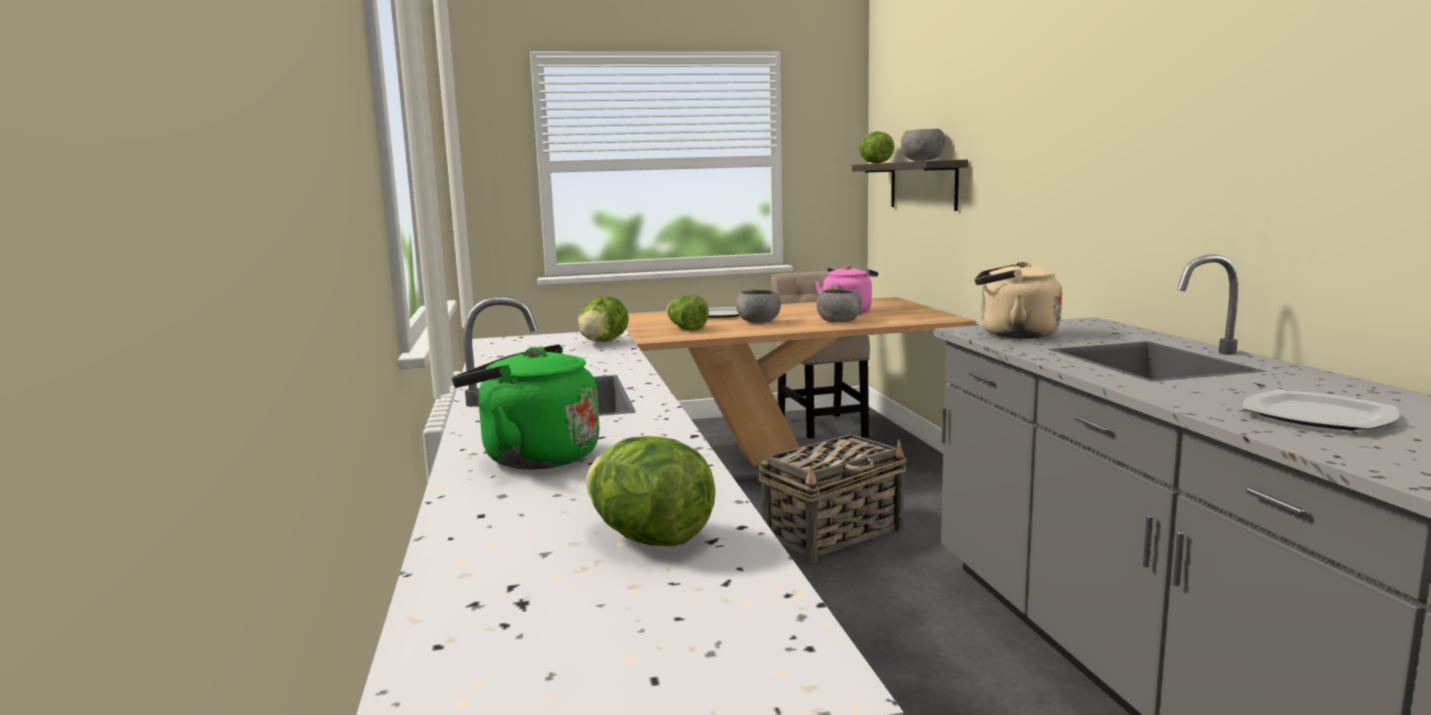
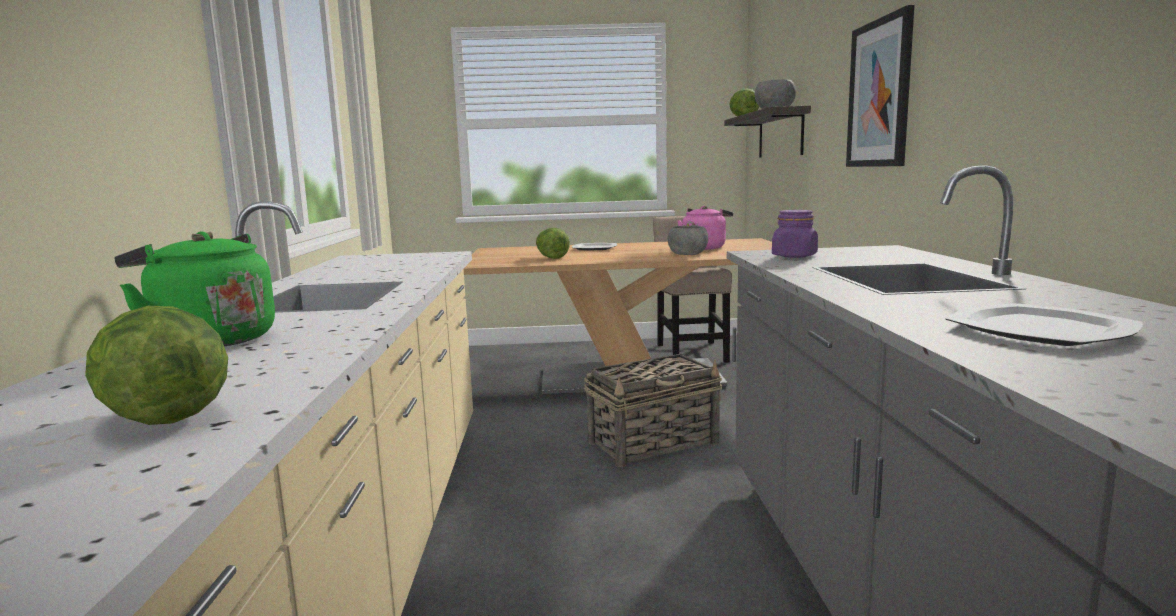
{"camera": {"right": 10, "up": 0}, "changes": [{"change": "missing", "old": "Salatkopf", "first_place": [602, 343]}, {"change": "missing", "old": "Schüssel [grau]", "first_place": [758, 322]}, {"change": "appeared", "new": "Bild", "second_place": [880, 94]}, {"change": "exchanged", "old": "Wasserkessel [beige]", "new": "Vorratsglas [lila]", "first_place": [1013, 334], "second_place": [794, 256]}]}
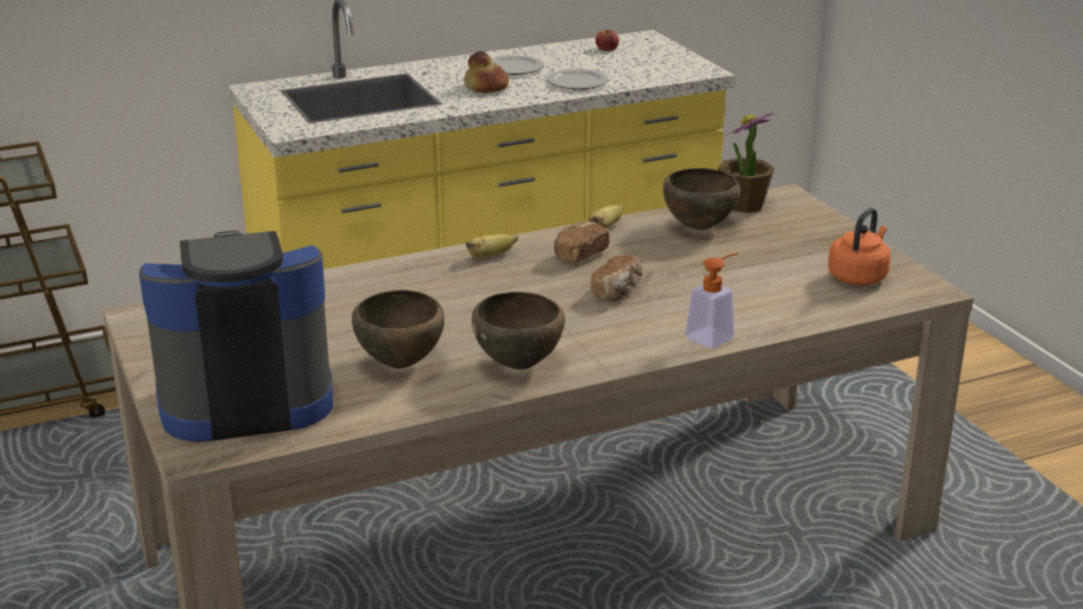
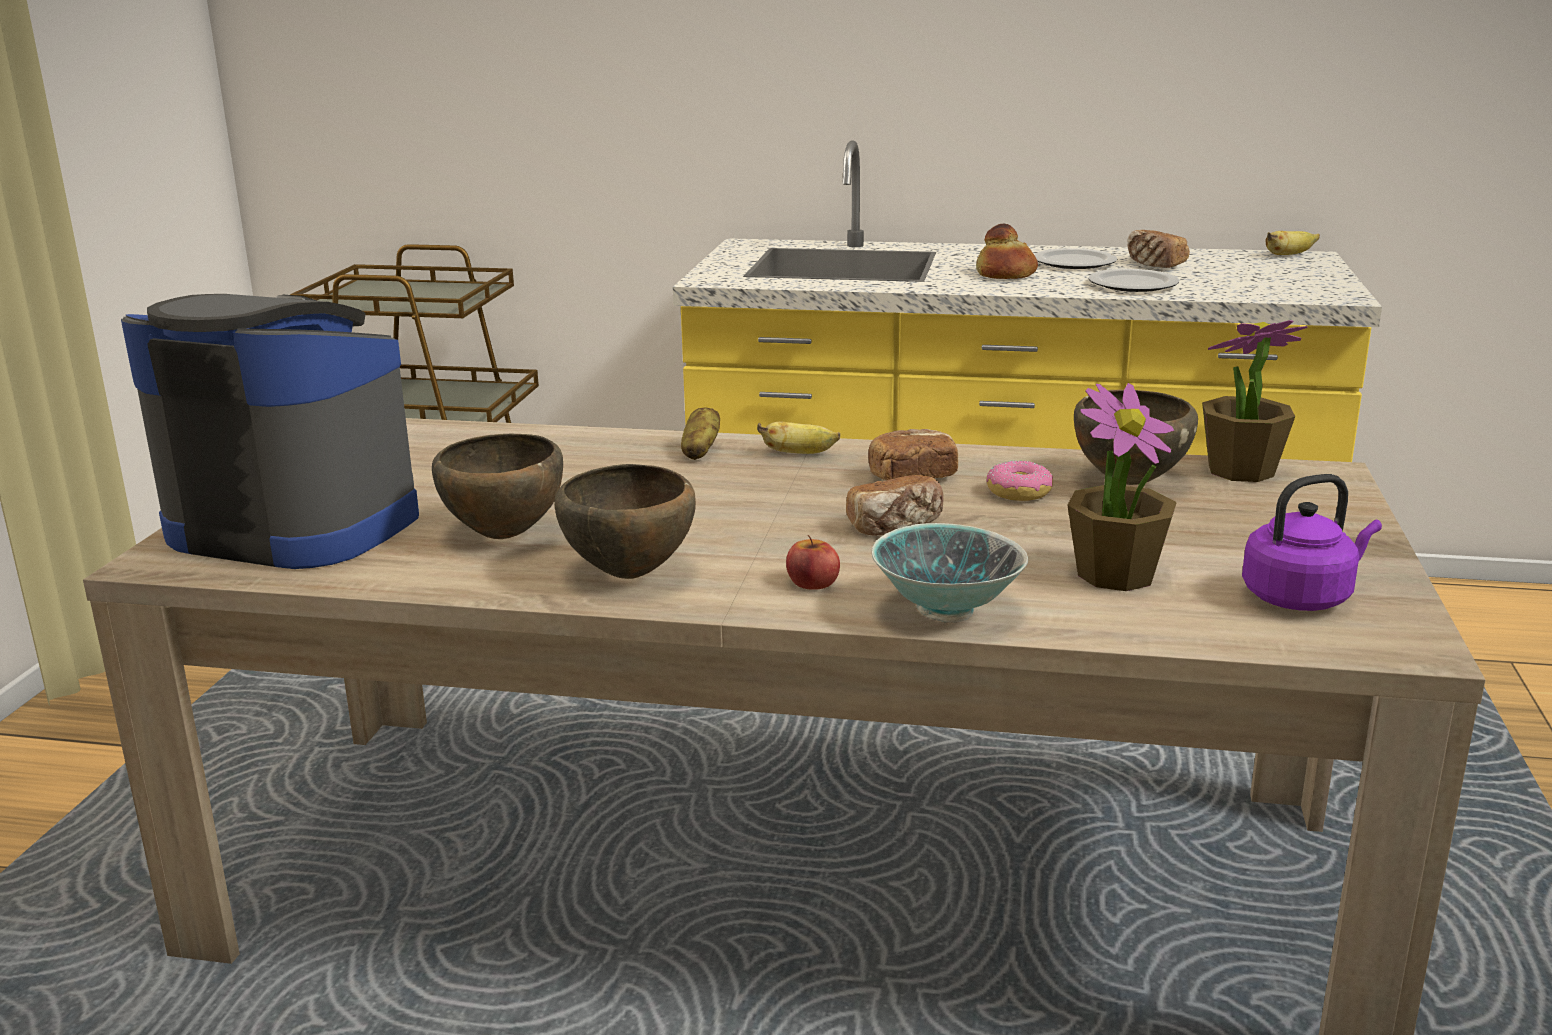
{"camera": {"right": 35, "up": -5}, "changes": [{"change": "appeared", "new": "Kartoffel", "second_place": [700, 452]}, {"change": "appeared", "new": "Donut", "second_place": [1019, 493]}, {"change": "appeared", "new": "Topfpflanze", "second_place": [1116, 574]}, {"change": "appeared", "new": "Brot", "second_place": [1154, 264]}, {"change": "relocated", "old": "Banane", "first_place": [605, 228], "second_place": [1288, 255]}, {"change": "relocated", "old": "Apfel", "first_place": [607, 48], "second_place": [813, 582]}, {"change": "exchanged", "old": "Seifenspender", "new": "Schüssel", "first_place": [714, 336], "second_place": [945, 612]}, {"change": "colour", "old": "Wasserkessel [orange]", "new": "Wasserkessel [lila]", "first_place": [859, 276], "second_place": [1301, 597]}]}
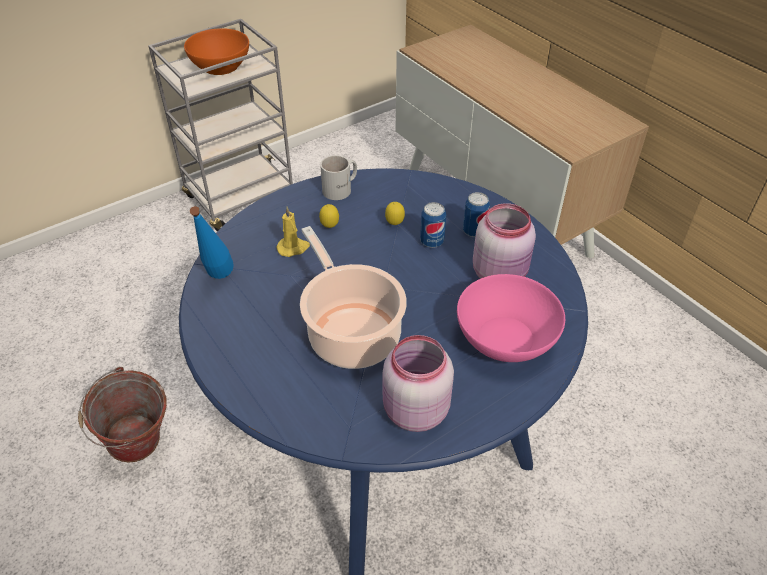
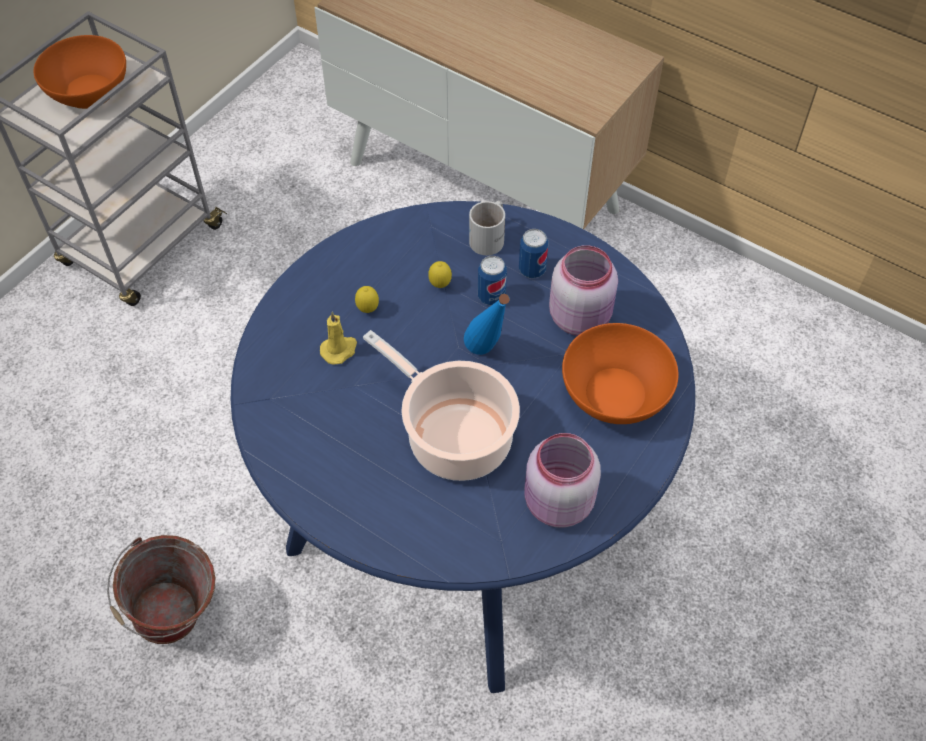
{"camera": {"right": -20, "up": 10}, "changes": [{"change": "relocated", "old": "Flasche [blau]", "first_place": [219, 281], "second_place": [487, 357]}, {"change": "relocated", "old": "Henkelbecher [weiß]", "first_place": [342, 189], "second_place": [491, 237]}, {"change": "colour", "old": "Schüssel [rosa]", "new": "Schüssel [orange]", "first_place": [505, 339], "second_place": [615, 394]}]}
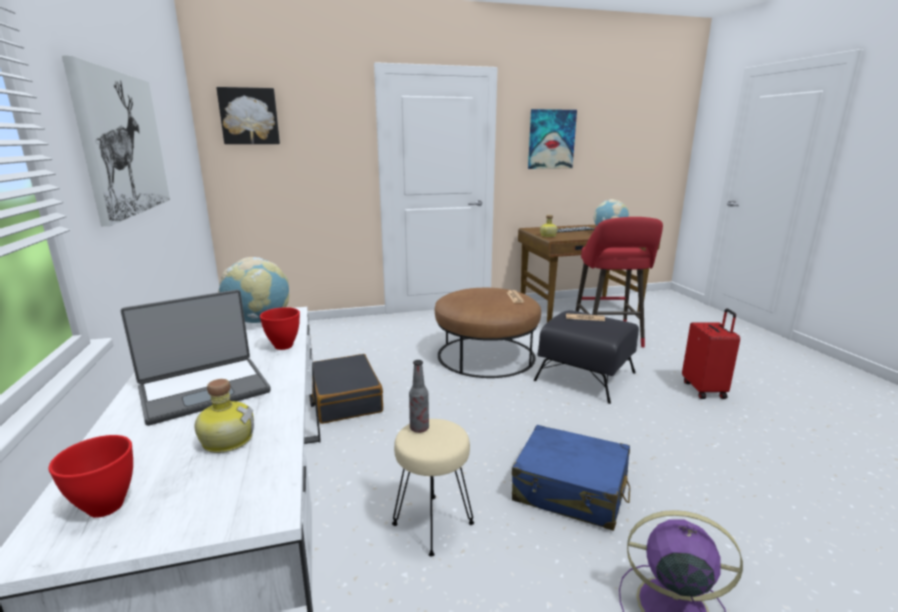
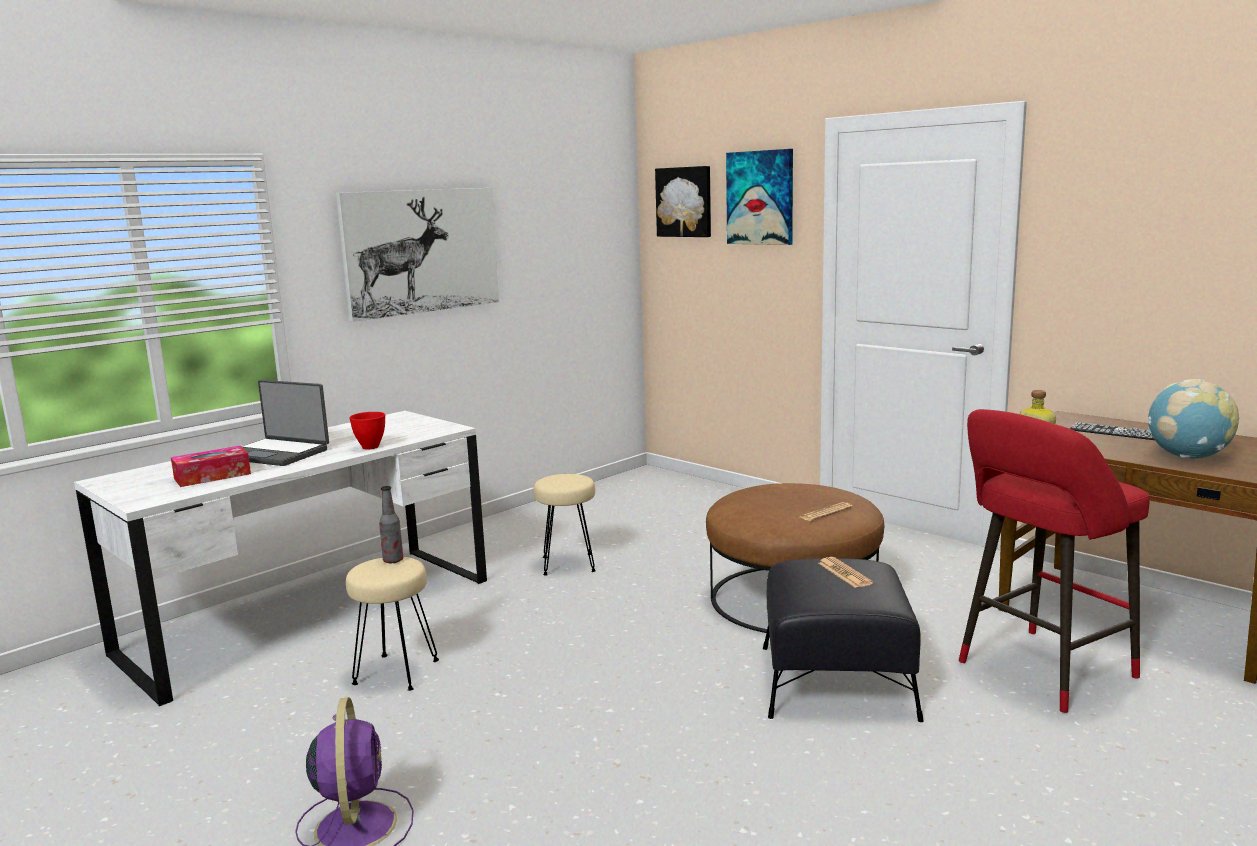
{"camera": {"right": 60, "up": -5}, "changes": [{"change": "missing", "old": "Schüssel [rot]", "first_place": [106, 508]}, {"change": "missing", "old": "Globus", "first_place": [259, 321]}, {"change": "missing", "old": "Koffer [blau]", "first_place": [570, 490]}, {"change": "missing", "old": "Koffer [rot]", "first_place": [704, 390]}, {"change": "relocated", "old": "Bild", "first_place": [551, 139], "second_place": [760, 197]}, {"change": "exchanged", "old": "Flasche", "new": "Taschentuchbox", "first_place": [227, 439], "second_place": [212, 476]}, {"change": "exchanged", "old": "Koffer [schwarz]", "new": "Hocker [beige]", "first_place": [344, 399], "second_place": [568, 565]}]}
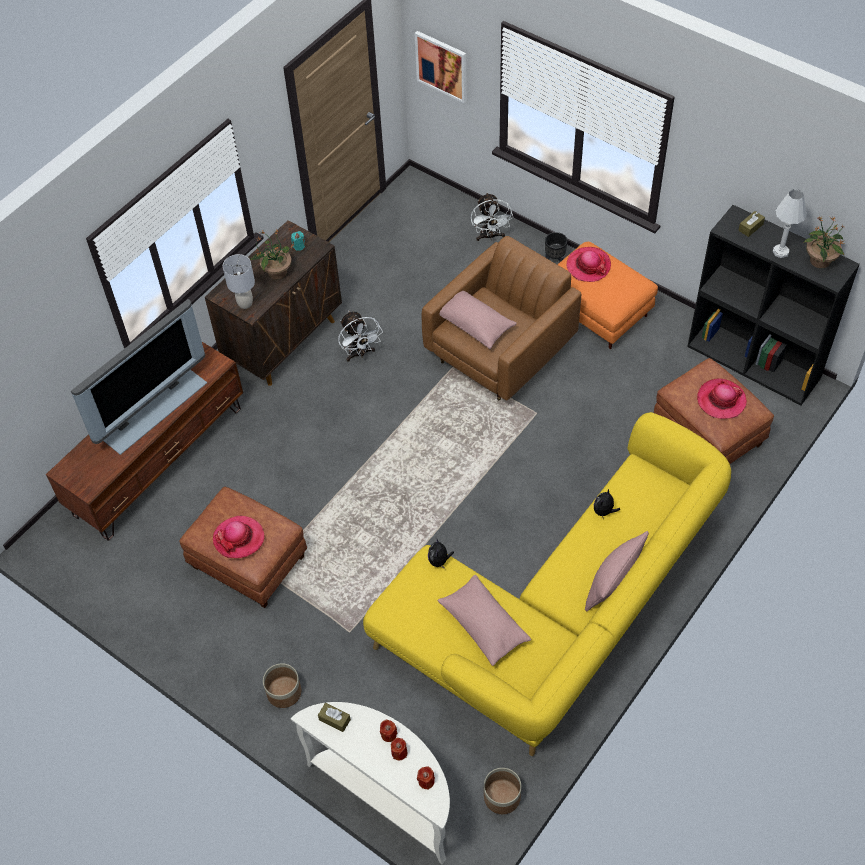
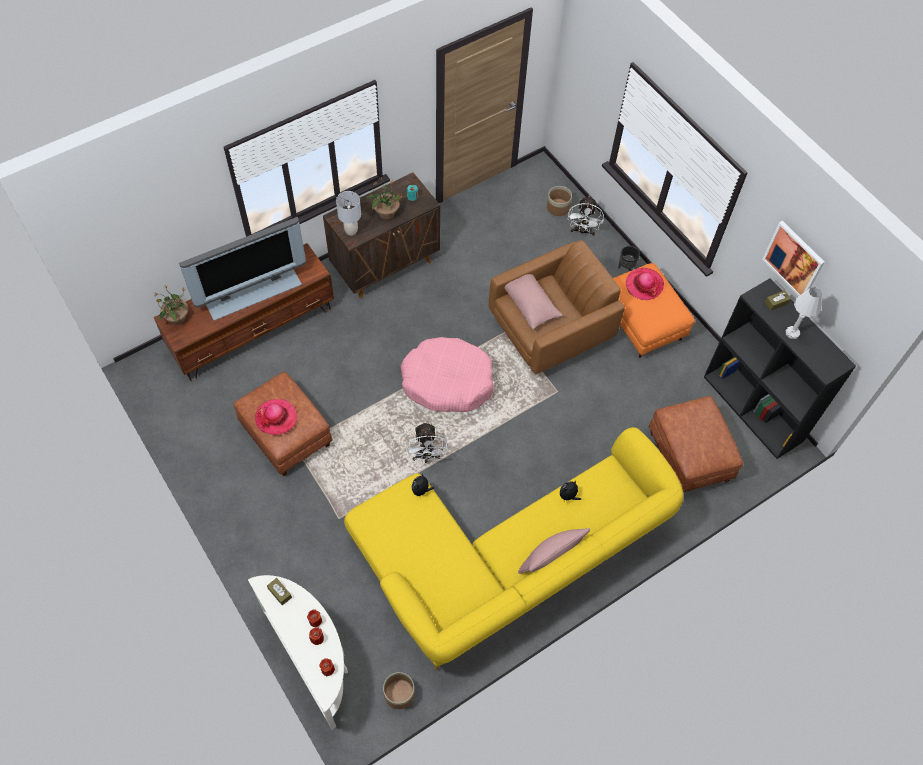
{"camera": {"right": 15, "up": 5}, "changes": [{"change": "missing", "old": "Kissen [rosa]", "first_place": [483, 625]}, {"change": "missing", "old": "Hut", "first_place": [721, 400]}, {"change": "appeared", "new": "Hundebett [rosa]", "second_place": [447, 381]}, {"change": "relocated", "old": "Pflanzkübel", "first_place": [284, 692], "second_place": [557, 208]}, {"change": "relocated", "old": "Ventilator [weiß]", "first_place": [360, 354], "second_place": [426, 457]}, {"change": "relocated", "old": "Bild", "first_place": [442, 66], "second_place": [794, 259]}, {"change": "relocated", "old": "Topfpflanze", "first_place": [820, 261], "second_place": [176, 318]}]}
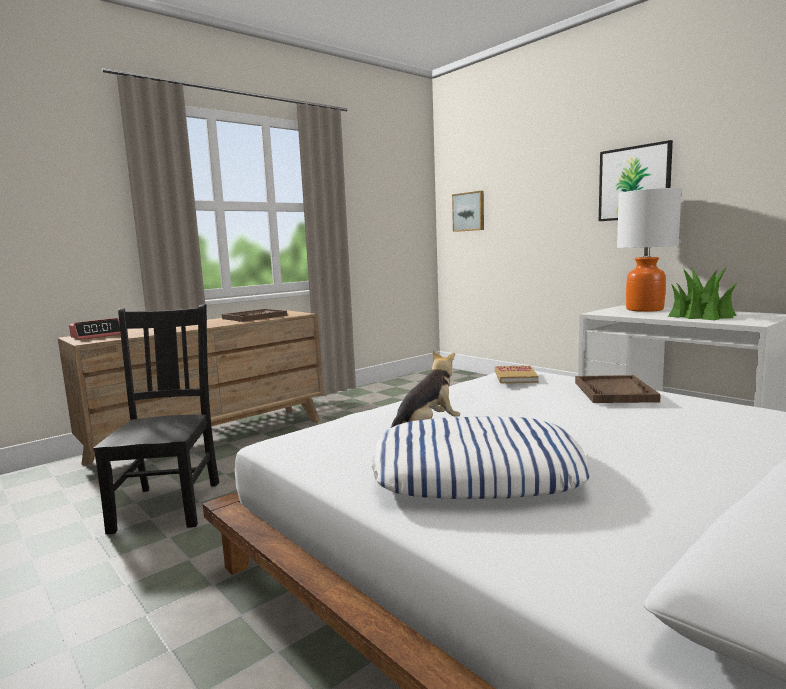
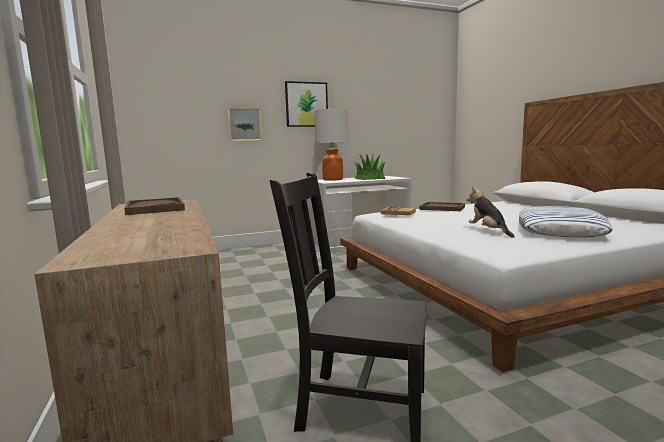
{"camera": {"right": -70, "up": 0}, "changes": [{"change": "missing", "old": "Wecker", "first_place": [97, 336]}, {"change": "relocated", "old": "Bild", "first_place": [469, 211], "second_place": [244, 124]}]}
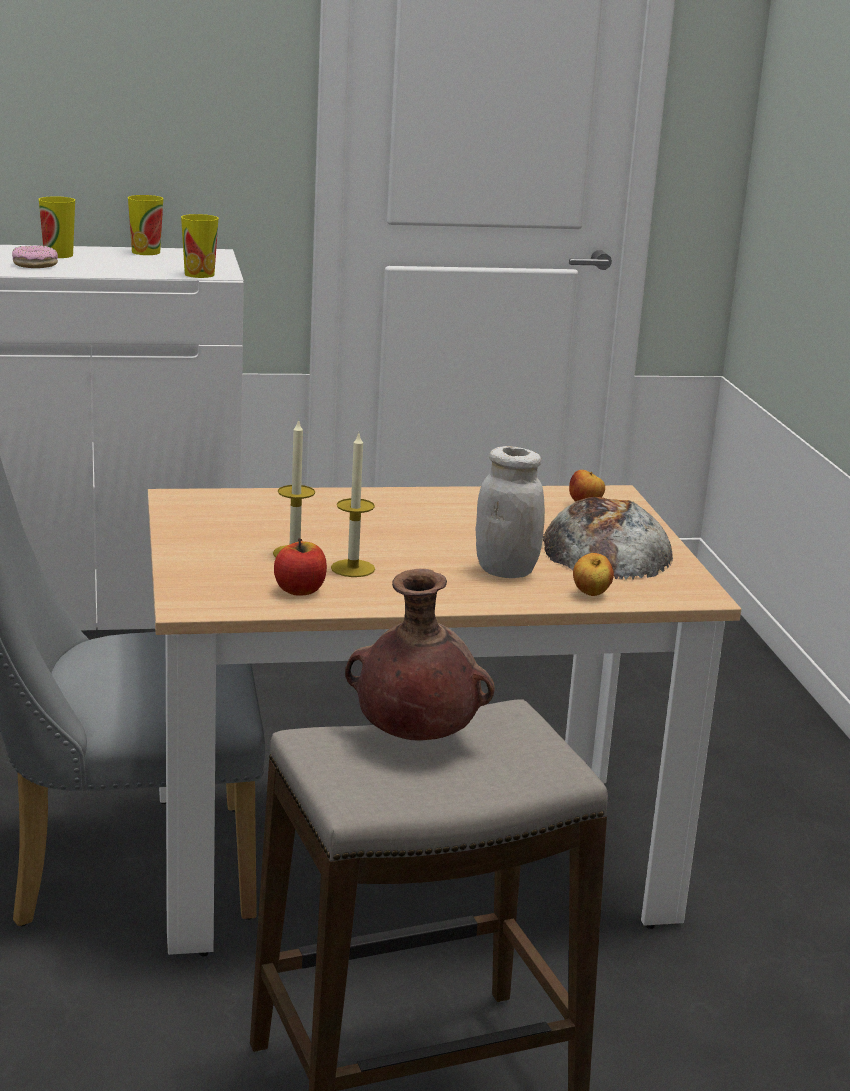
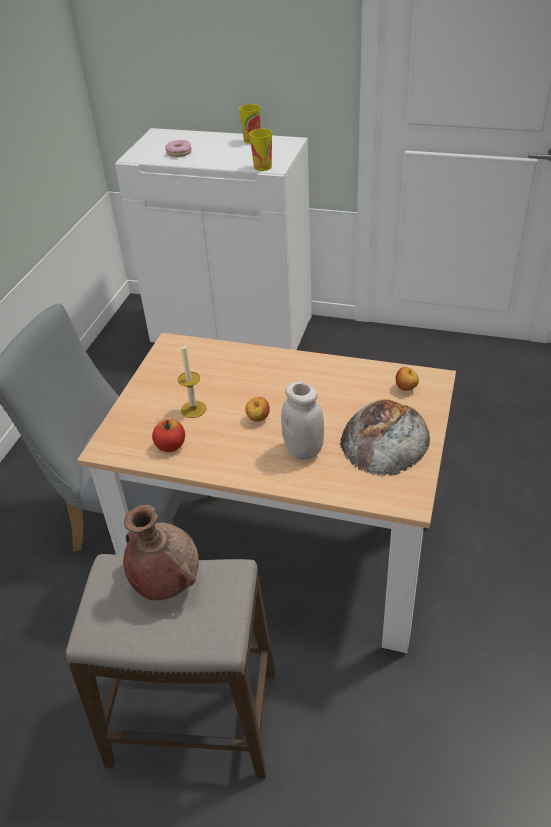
{"camera": {"right": 30, "up": 20}, "changes": [{"change": "missing", "old": "Tasse", "first_place": [58, 255]}, {"change": "missing", "old": "Kerze", "first_place": [353, 568]}, {"change": "relocated", "old": "Apfel", "first_place": [591, 594], "second_place": [258, 419]}]}
